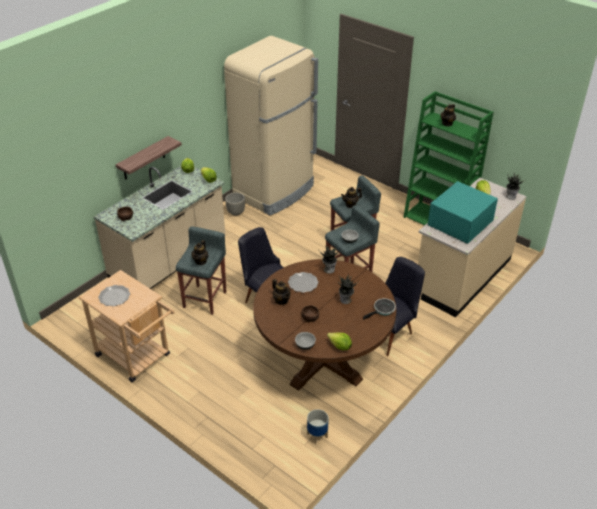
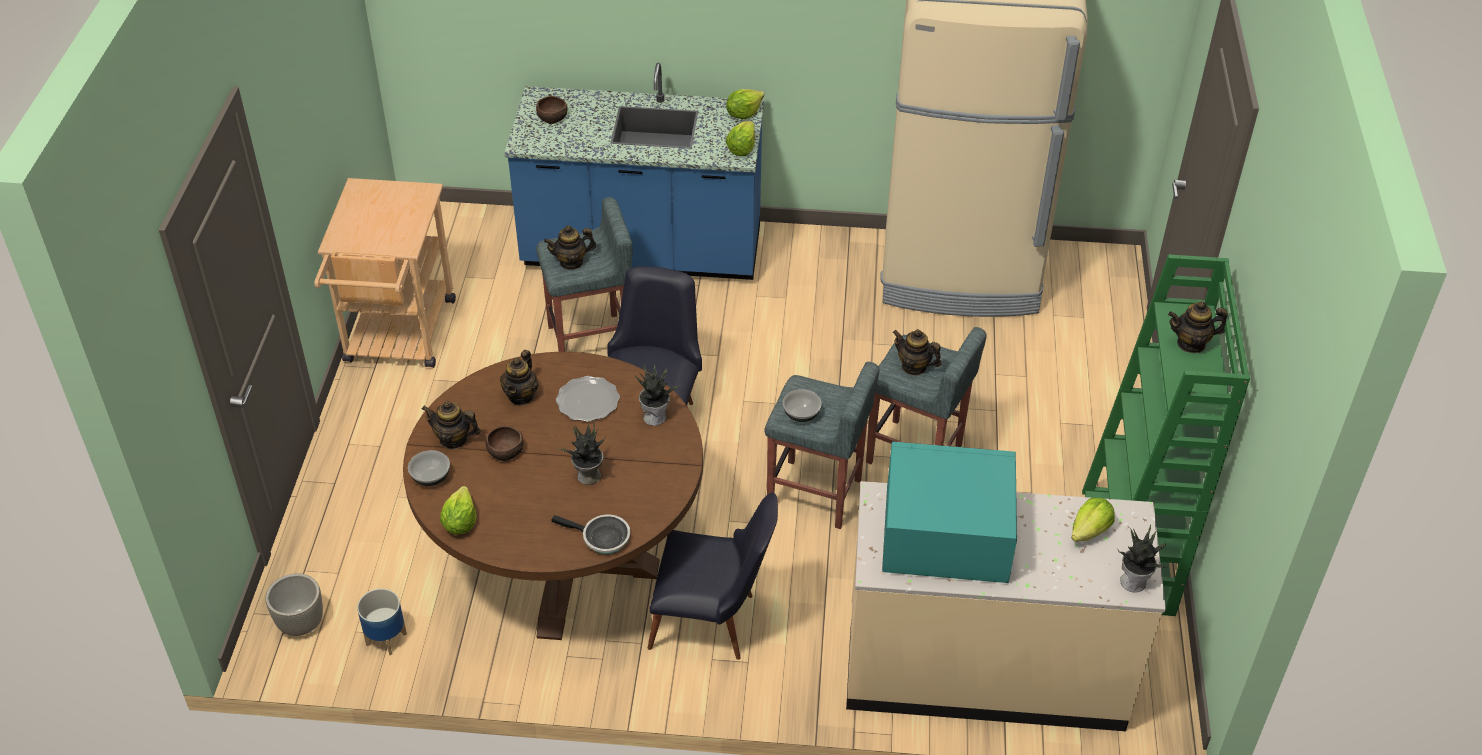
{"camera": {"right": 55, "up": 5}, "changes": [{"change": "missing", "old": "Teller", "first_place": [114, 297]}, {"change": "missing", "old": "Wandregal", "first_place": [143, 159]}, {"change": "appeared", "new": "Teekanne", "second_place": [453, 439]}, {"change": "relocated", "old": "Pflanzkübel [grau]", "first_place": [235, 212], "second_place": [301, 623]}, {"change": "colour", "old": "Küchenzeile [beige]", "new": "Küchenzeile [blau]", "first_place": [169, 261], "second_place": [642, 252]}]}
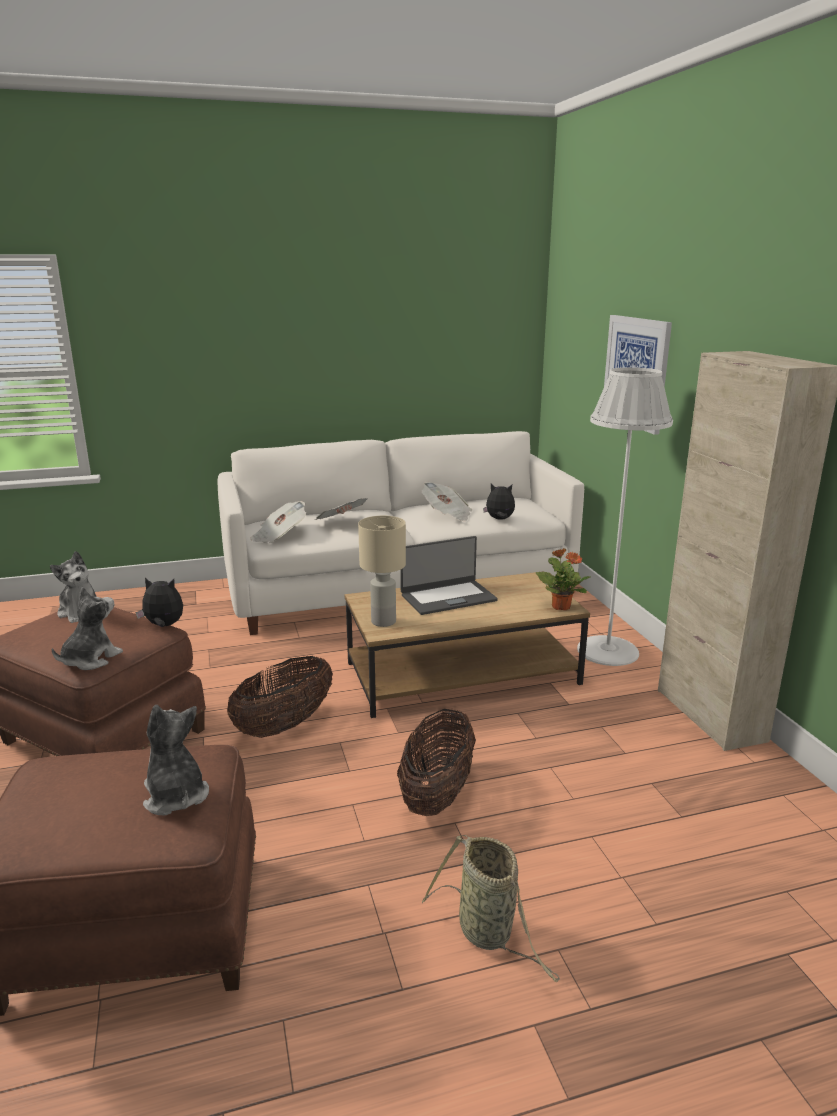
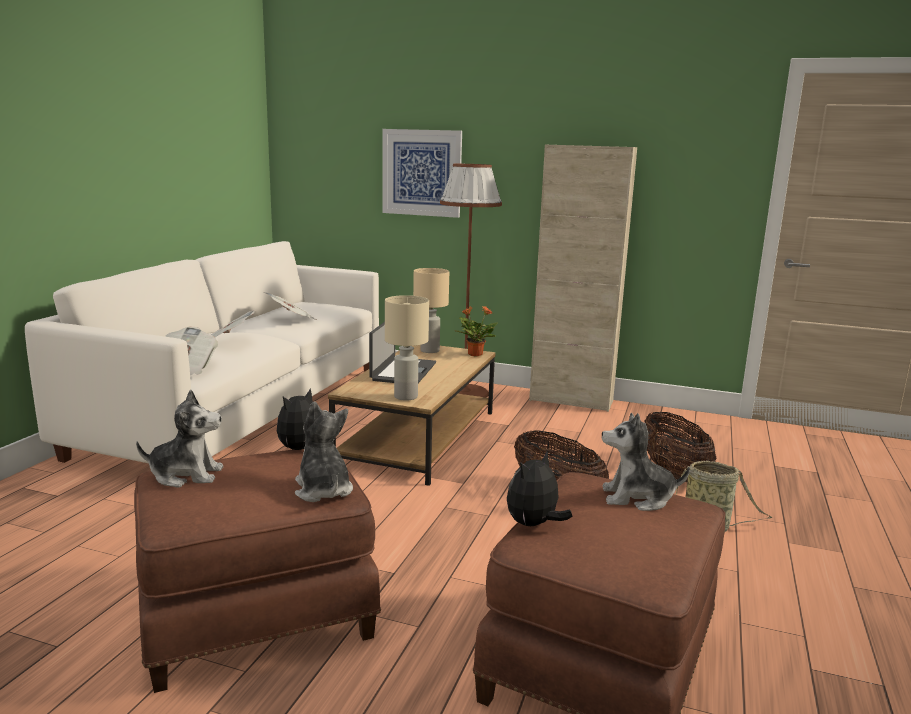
{"camera": {"right": -55, "up": -5}, "changes": [{"change": "appeared", "new": "Tischlampe [beige]", "second_place": [429, 351]}, {"change": "relocated", "old": "Korb", "first_place": [284, 725], "second_place": [673, 473]}, {"change": "relocated", "old": "Plüschtier", "first_place": [499, 519], "second_place": [534, 524]}, {"change": "colour", "old": "Stehlampe [weiß]", "new": "Stehlampe [braun]", "first_place": [608, 650], "second_place": [464, 393]}]}
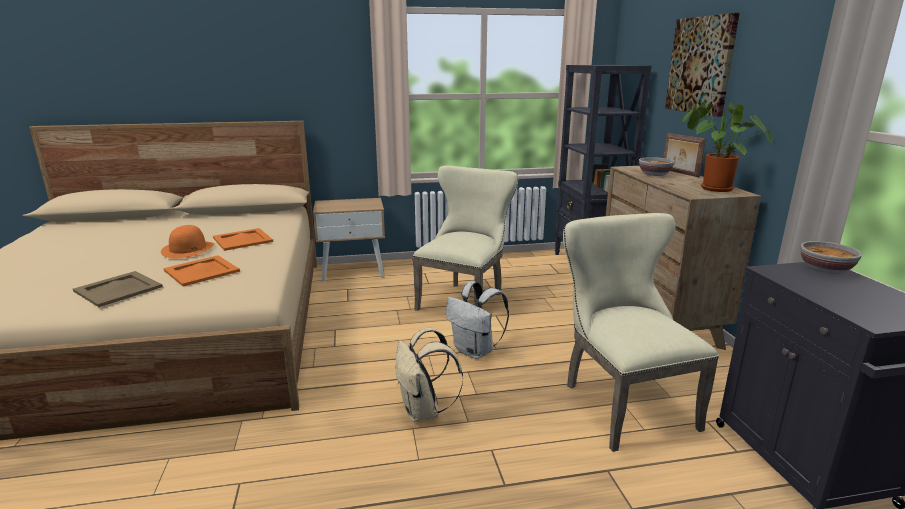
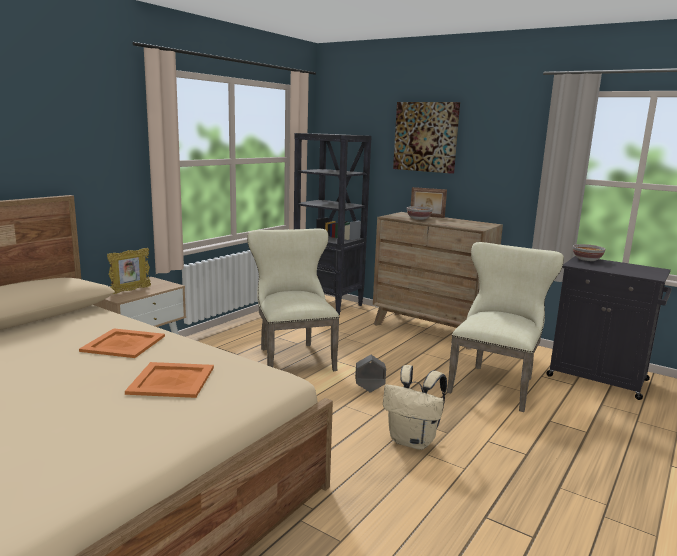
{"camera": {"right": -45, "up": -5}, "changes": [{"change": "missing", "old": "Tablett [beige]", "first_place": [119, 289]}, {"change": "missing", "old": "Hut [orange]", "first_place": [188, 249]}, {"change": "missing", "old": "Topfpflanze", "first_place": [712, 188]}, {"change": "appeared", "new": "Bilderrahmen", "second_place": [130, 290]}, {"change": "exchanged", "old": "Rucksack [weiß]", "new": "Pflanzkübel [grau]", "first_place": [475, 351], "second_place": [369, 389]}, {"change": "spun", "old": "Stuhl [beige]", "first_place": [621, 402], "second_place": [495, 384], "degrees": 90}]}
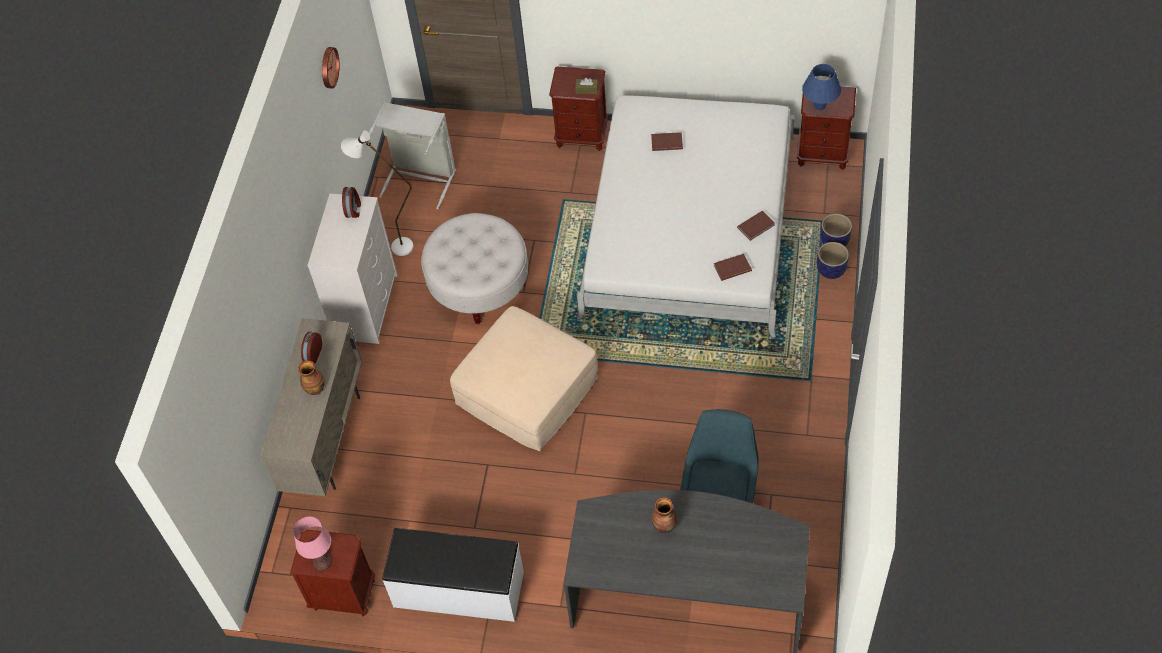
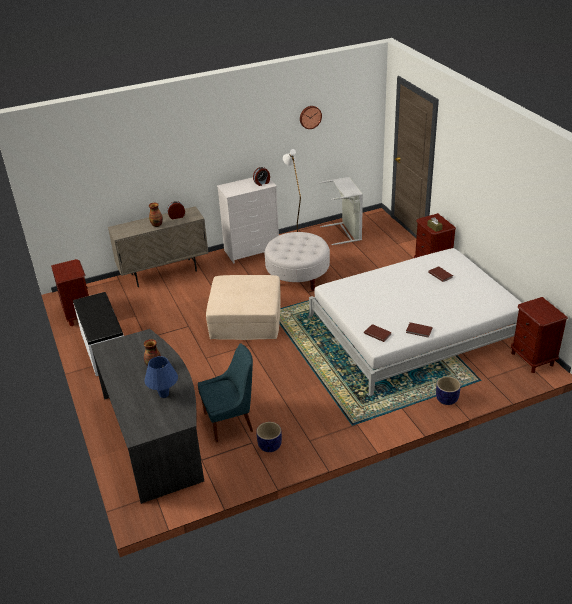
{"camera": {"right": 55, "up": -20}, "changes": [{"change": "missing", "old": "Tischlampe [rosa]", "first_place": [322, 562]}, {"change": "relocated", "old": "Tischlampe [blau]", "first_place": [819, 106], "second_place": [164, 394]}, {"change": "relocated", "old": "Pflanzkübel", "first_place": [835, 241], "second_place": [270, 446]}]}
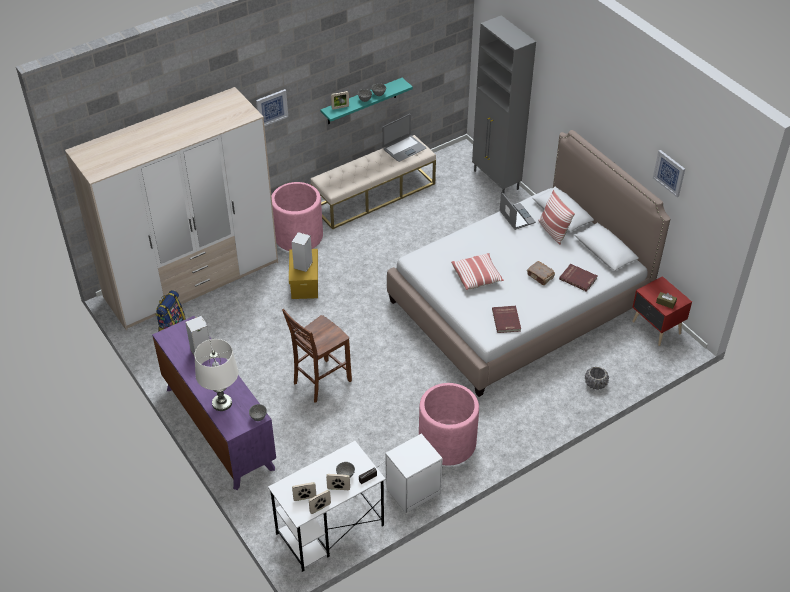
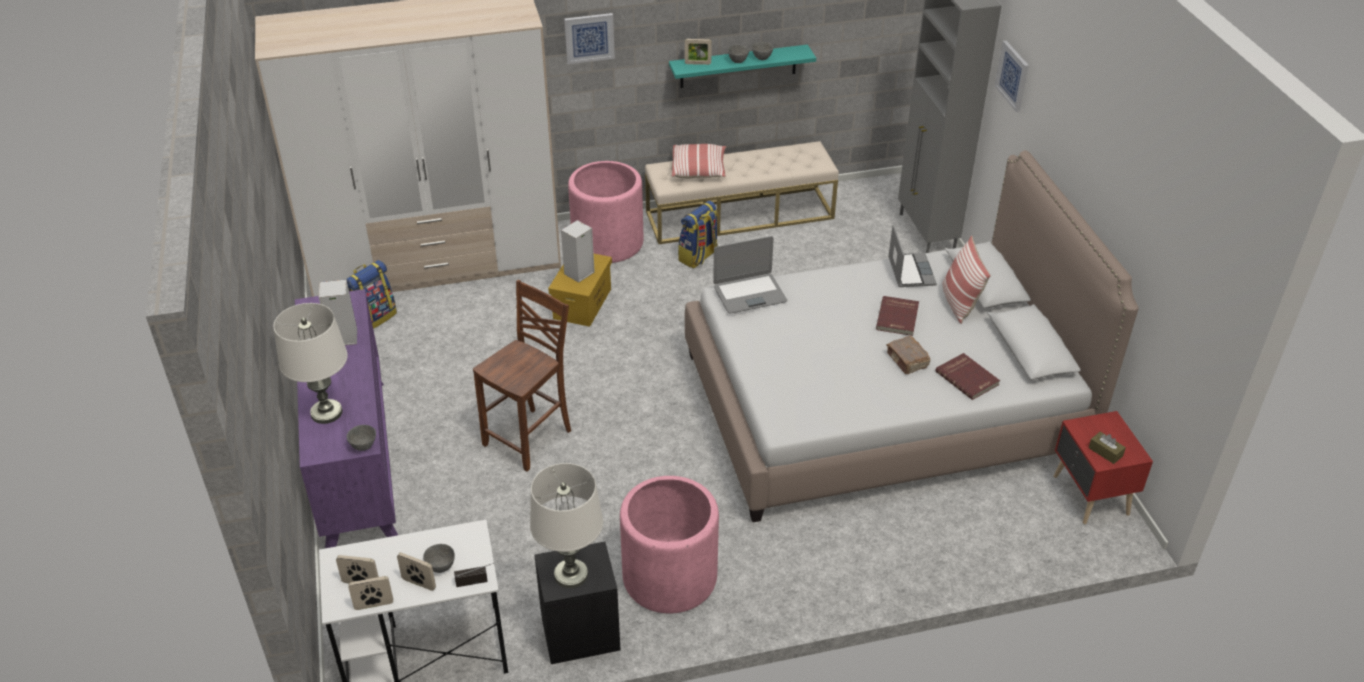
{"camera": {"right": 20, "up": -5}, "changes": [{"change": "missing", "old": "Pflanzkübel [grau]", "first_place": [595, 384]}, {"change": "appeared", "new": "Tischlampe [weiß]", "second_place": [571, 575]}, {"change": "appeared", "new": "Rucksack", "second_place": [699, 257]}, {"change": "relocated", "old": "Laptop", "first_place": [404, 148], "second_place": [749, 294]}, {"change": "relocated", "old": "Kissen", "first_place": [477, 277], "second_place": [699, 170]}, {"change": "relocated", "old": "Buch [rot]", "first_place": [507, 320], "second_place": [898, 317]}, {"change": "relocated", "old": "Bild", "first_place": [669, 173], "second_place": [1013, 75]}, {"change": "colour", "old": "Nachttisch [weiß]", "new": "Nachttisch [schwarz]", "first_place": [412, 490], "second_place": [578, 633]}, {"change": "spun", "old": "Stuhl [braun]", "first_place": [320, 382], "second_place": [530, 438], "degrees": 150}]}
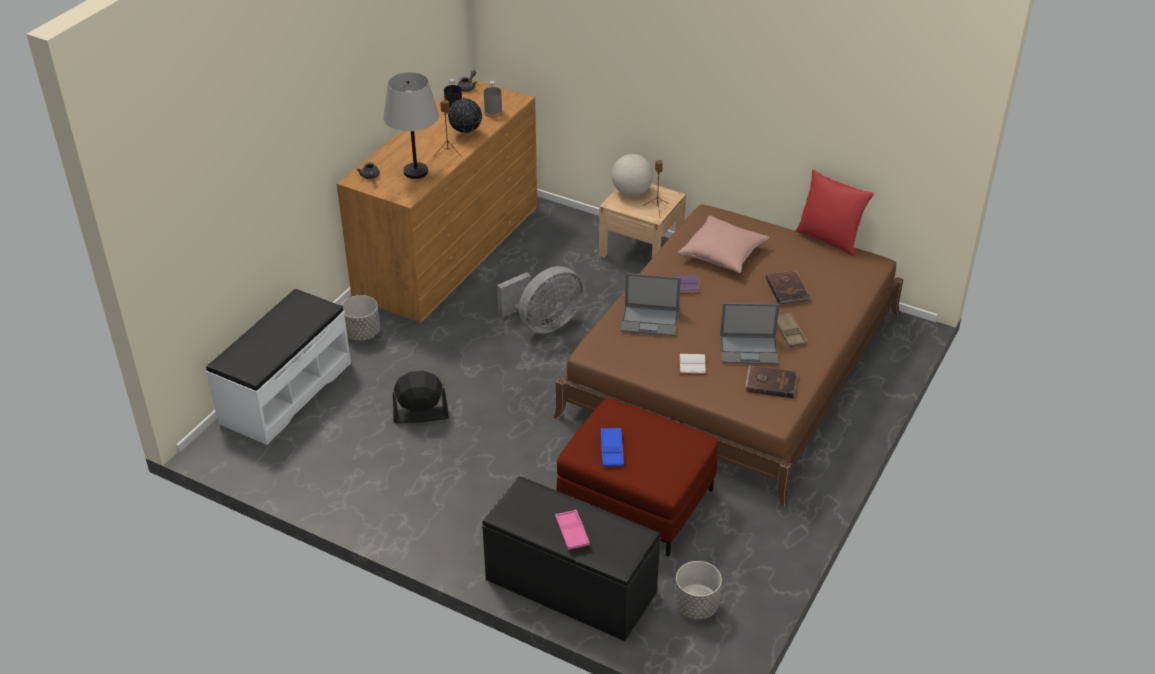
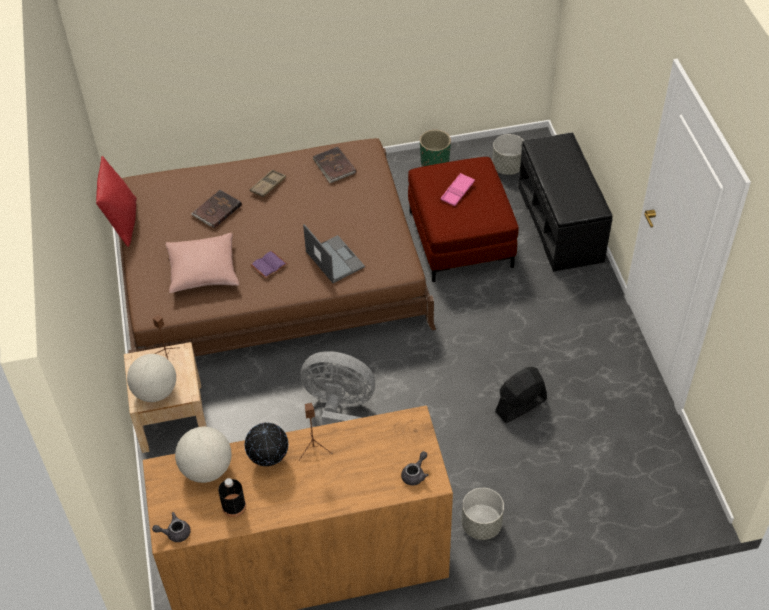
{"camera": {"right": -130, "up": 10}, "changes": [{"change": "missing", "old": "Bank [weiß]", "first_place": [285, 392]}, {"change": "missing", "old": "Tischlampe [grau]", "first_place": [416, 172]}, {"change": "missing", "old": "Tablett [blau]", "first_place": [611, 450]}, {"change": "missing", "old": "Buch [weiß]", "first_place": [693, 365]}, {"change": "missing", "old": "Laptop", "first_place": [749, 349]}, {"change": "appeared", "new": "Pflanzkübel [grün]", "second_place": [435, 163]}, {"change": "relocated", "old": "Tablett [rosa]", "first_place": [572, 532], "second_place": [457, 192]}, {"change": "exchanged", "old": "Flasche [grau]", "new": "Globus", "first_place": [493, 113], "second_place": [207, 469]}, {"change": "spun", "old": "Ventilator [schwarz]", "first_place": [420, 415], "second_place": [520, 405], "degrees": 105}]}
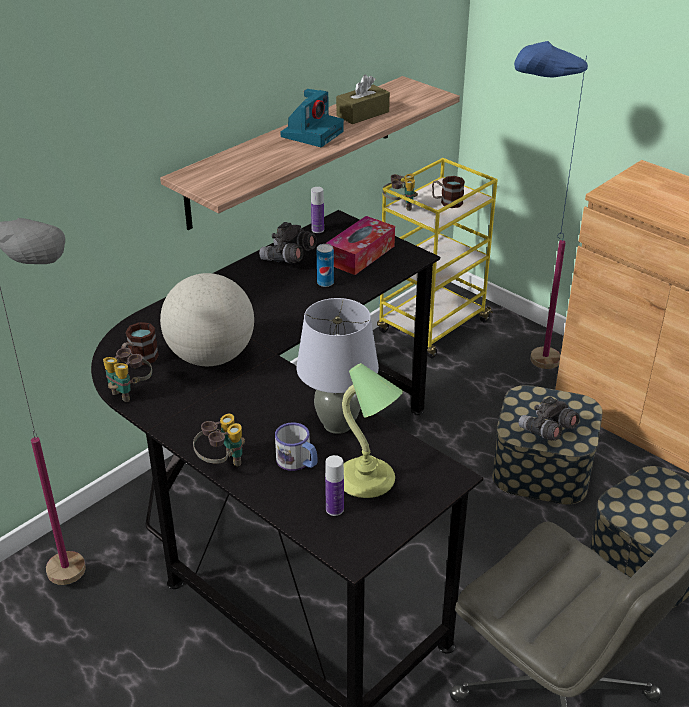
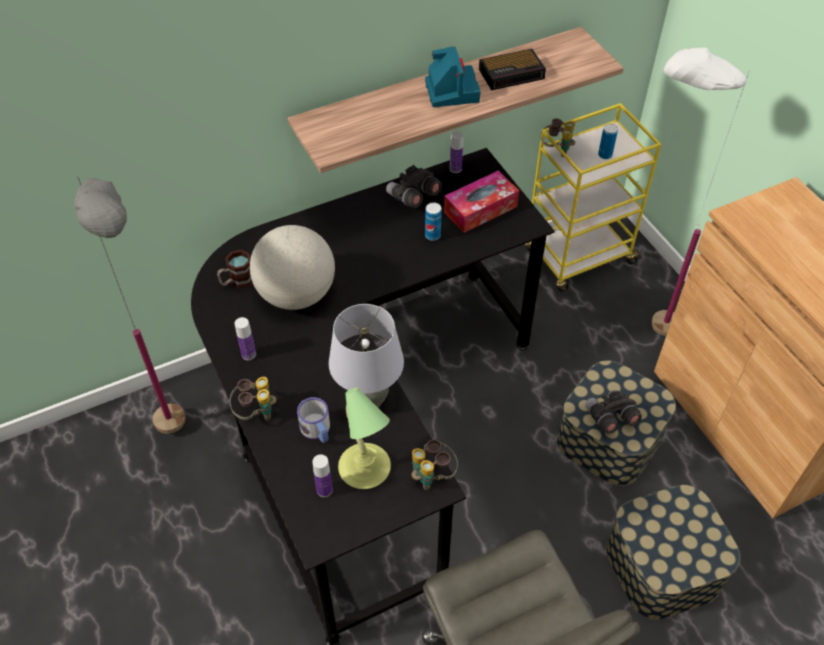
{"camera": {"right": 20, "up": 15}, "changes": [{"change": "appeared", "new": "Flasche", "second_place": [249, 354]}, {"change": "relocated", "old": "Fernglas", "first_place": [130, 391], "second_place": [432, 475]}, {"change": "exchanged", "old": "Taschentuchbox [braun]", "new": "Wecker", "first_place": [362, 114], "second_place": [512, 74]}, {"change": "exchanged", "old": "Henkelbecher", "new": "Dose", "first_place": [447, 202], "second_place": [605, 155]}, {"change": "colour", "old": "Stehlampe [blau]", "new": "Stehlampe [weiß]", "first_place": [521, 372], "second_place": [638, 330]}, {"change": "spun", "old": "Kamera", "first_place": [312, 133], "second_place": [451, 90], "degrees": -60}]}
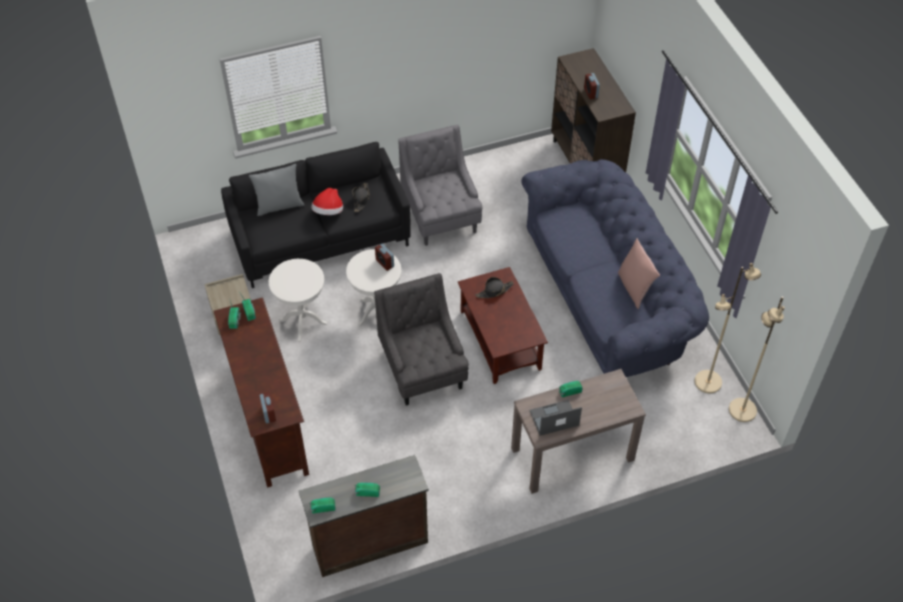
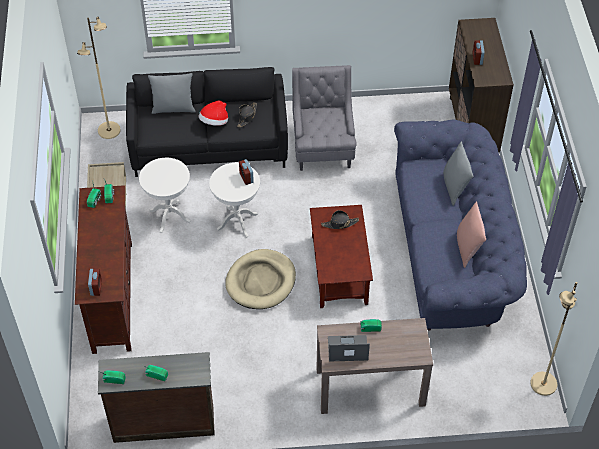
{"camera": {"right": 15, "up": 0}, "changes": [{"change": "appeared", "new": "Kissen [grau]", "second_place": [455, 187]}, {"change": "relocated", "old": "Stehlampe [beige]", "first_place": [708, 382], "second_place": [109, 131]}, {"change": "exchanged", "old": "Sessel [grau]", "new": "Hundebett [beige]", "first_place": [423, 370], "second_place": [261, 281]}]}
